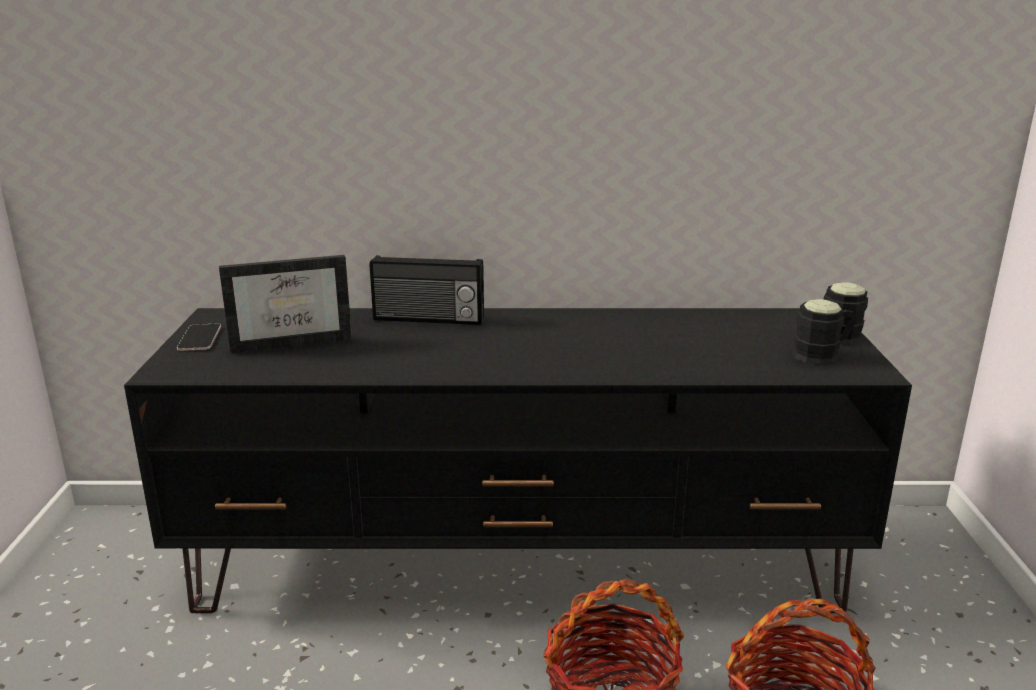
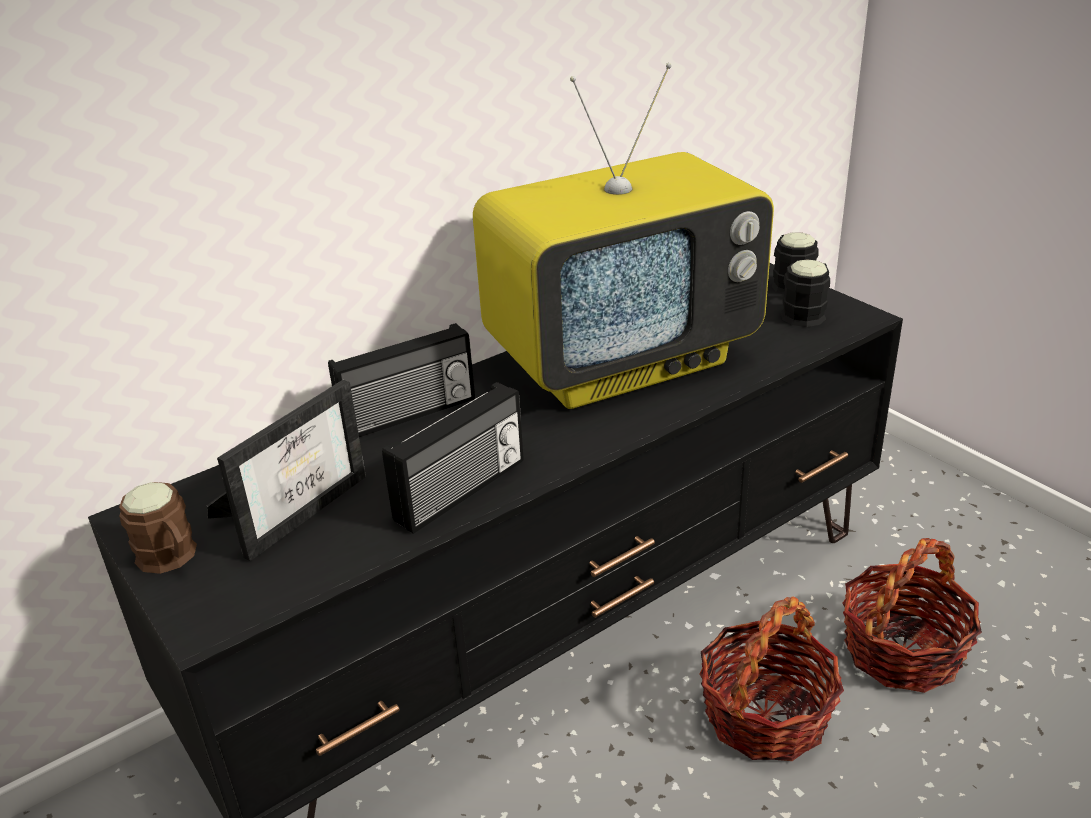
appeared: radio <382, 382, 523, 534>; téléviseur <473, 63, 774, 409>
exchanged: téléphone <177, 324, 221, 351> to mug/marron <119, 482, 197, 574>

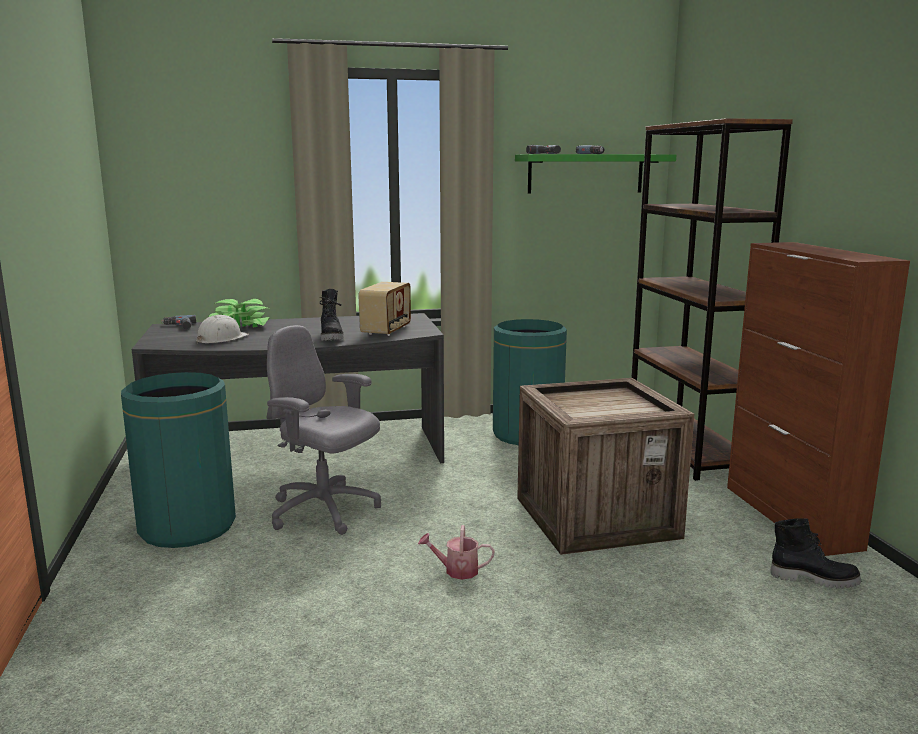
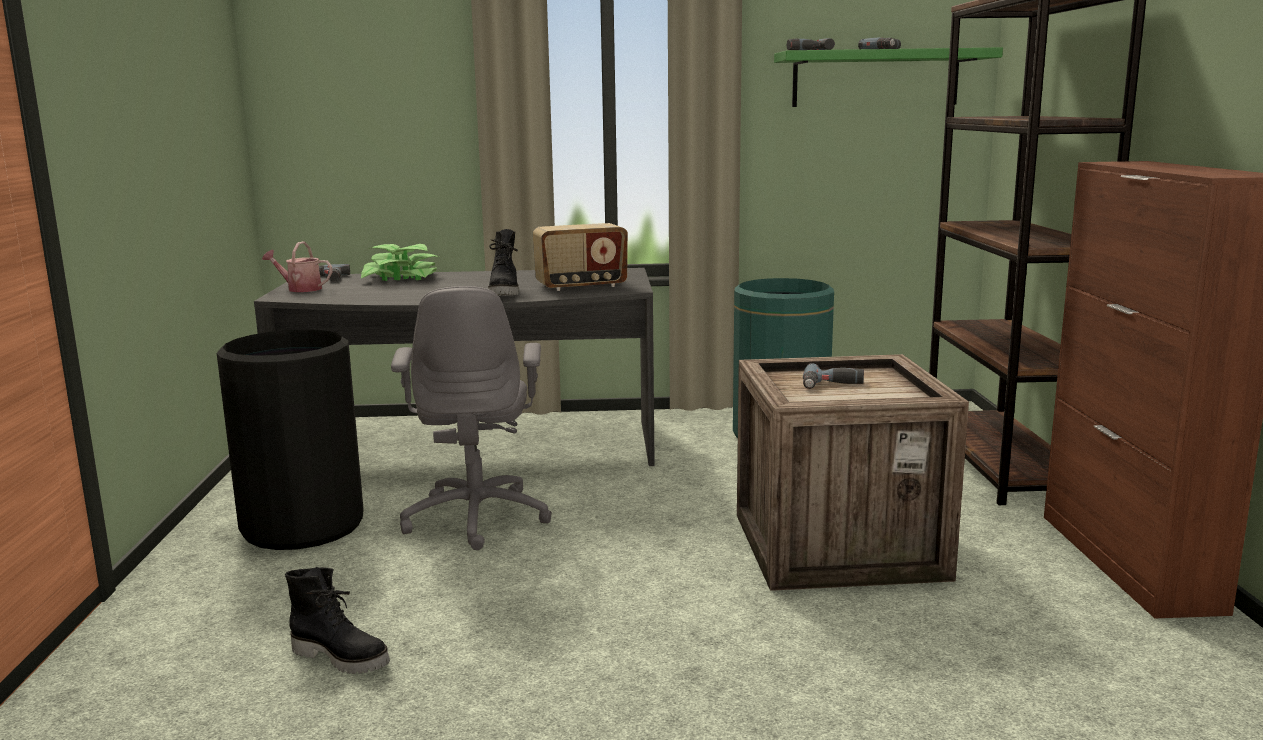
missing: casque de chantier/blanc <196, 315, 249, 344>
appeared: perceuse <803, 363, 864, 389>
relocated: arrosoir <418, 525, 495, 580> to <262, 241, 332, 292>; botte/noir <770, 518, 861, 589> to <285, 567, 390, 674>
colour: poubelle/vert <121, 372, 236, 548> to poubelle/noir <217, 330, 364, 550>
spun: chaise de bureau/gris <266, 325, 381, 535> = <391, 286, 552, 550> 135 degrees counterclockwise; radio <358, 282, 411, 336> = <533, 223, 628, 291> 45 degrees clockwise

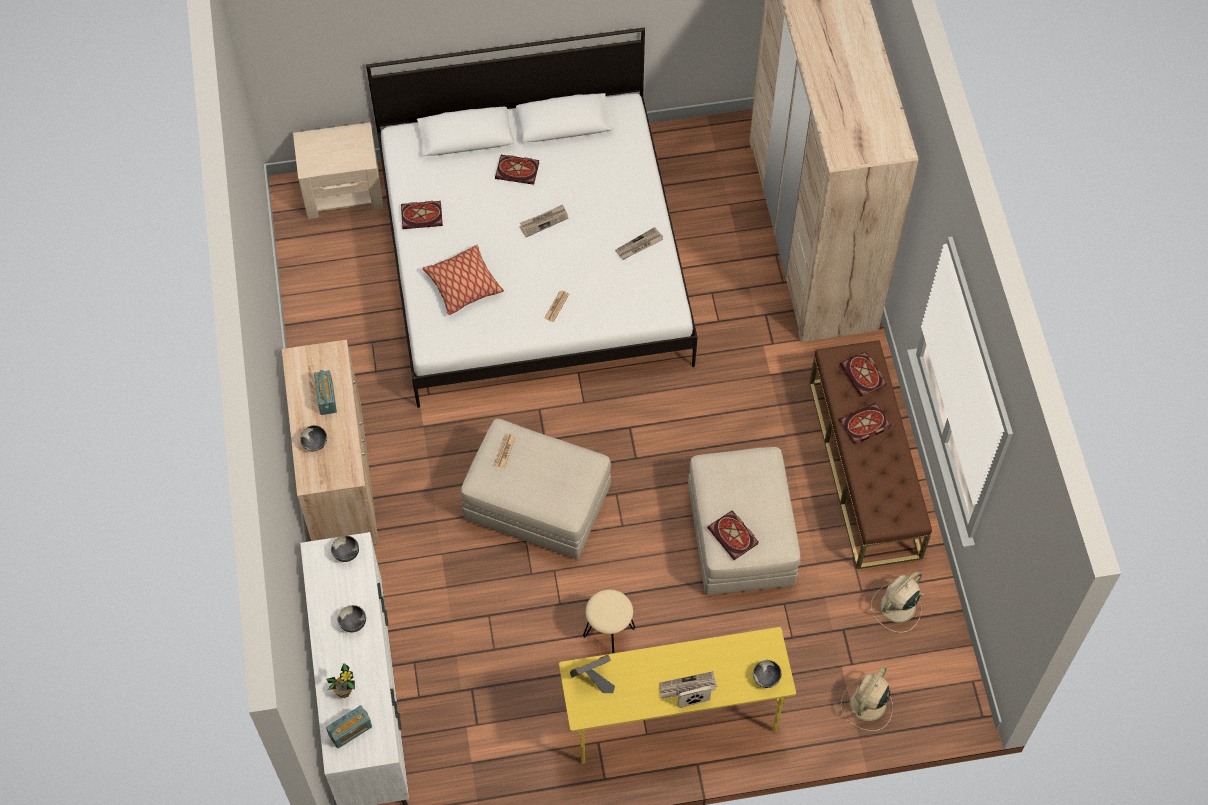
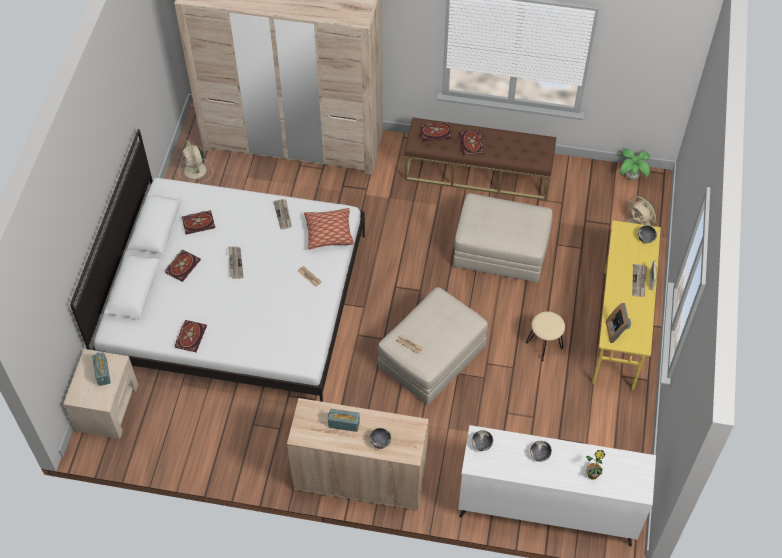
appeared: plante en pot <620, 149, 650, 180>
relocated: radio <326, 705, 372, 748> to <92, 352, 111, 386>; ventilateur/beige <871, 571, 924, 633> to <179, 140, 213, 184>; livre <707, 510, 758, 560> to <182, 210, 215, 235>; coussin <422, 245, 504, 315> to <304, 208, 354, 250>

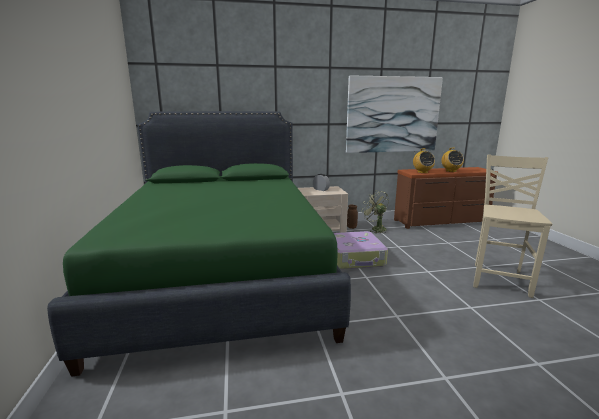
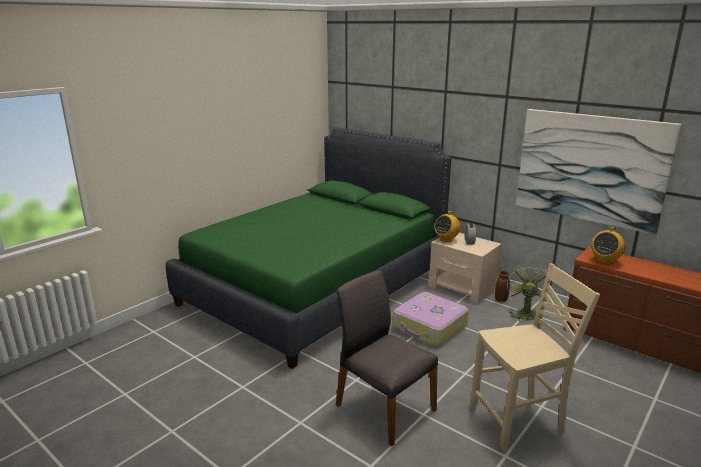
appeared: chaise/gris <336, 271, 438, 446>
relocated: radio <442, 147, 464, 172> to <434, 211, 460, 242>

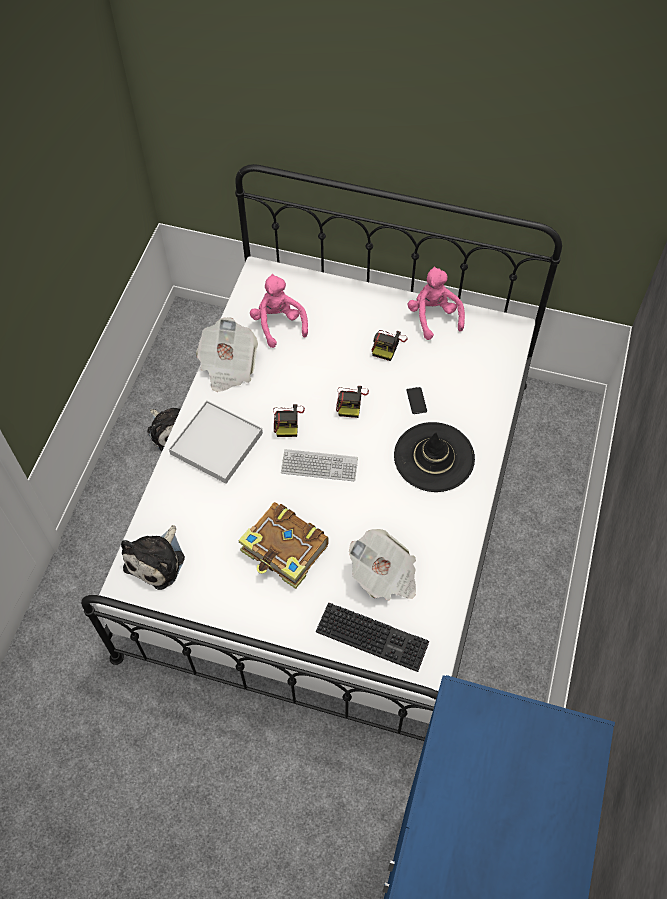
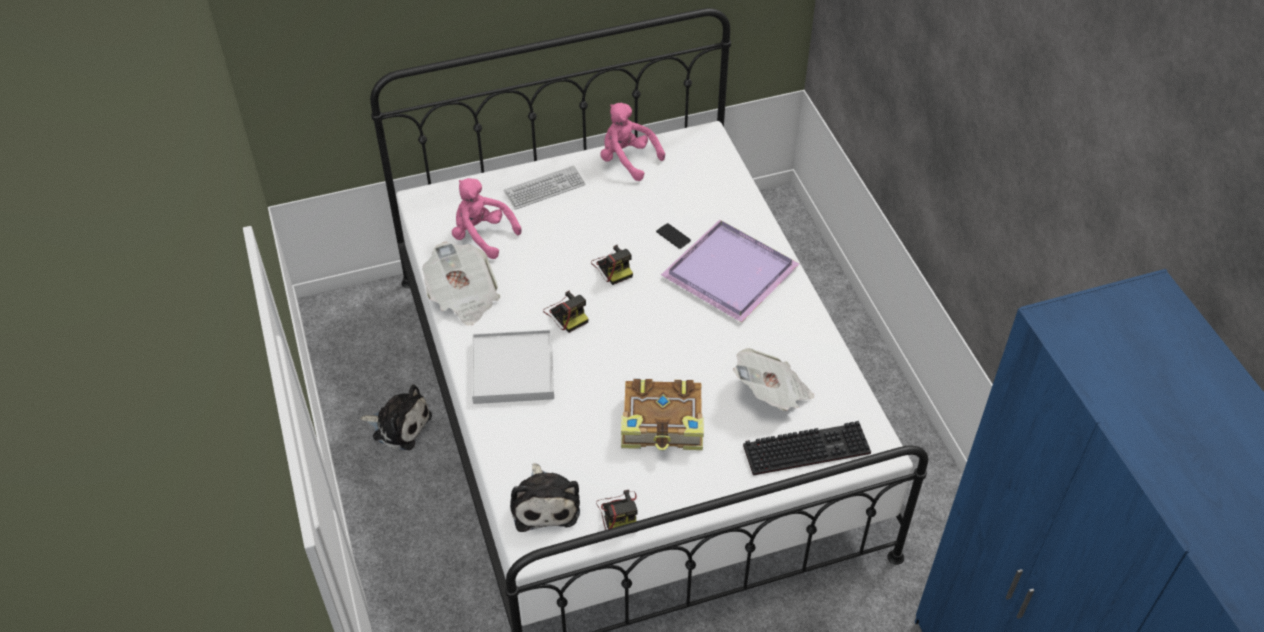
relocated: clavier <281, 449, 358, 481> to <504, 165, 586, 210>; appareil photo <372, 330, 408, 361> to <596, 490, 638, 533>
exchanged: chapeau/noir <394, 422, 475, 492> to plateau/violet <661, 220, 800, 322>

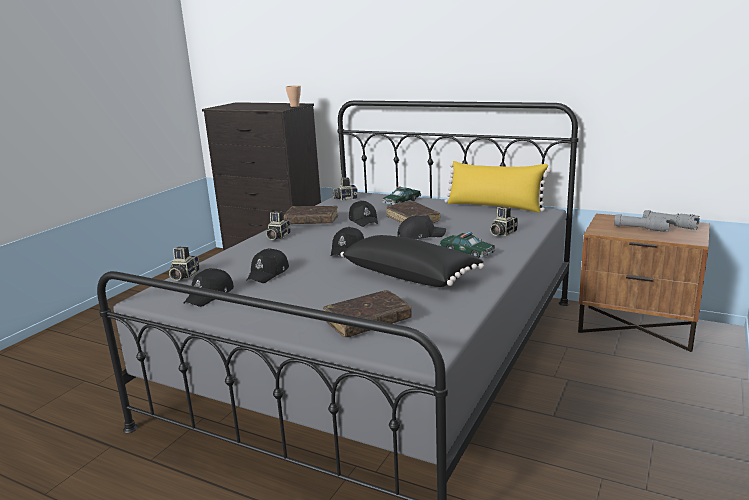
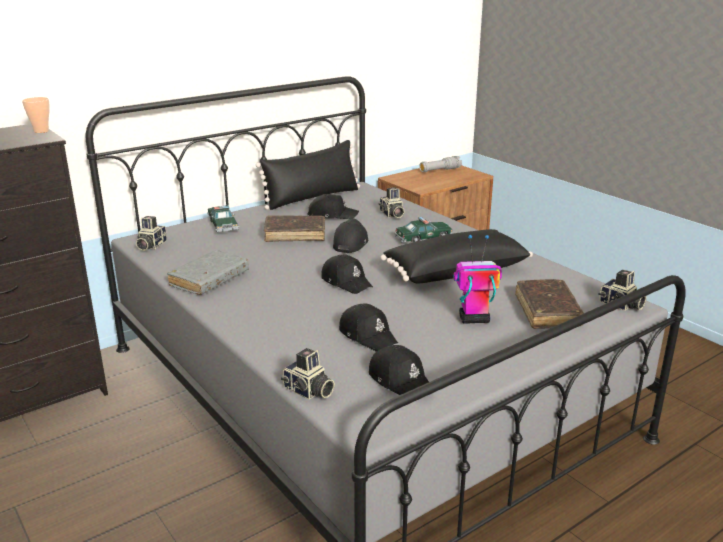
missing: lampe de poche/gris <614, 214, 670, 232>
appeared: robot jouet <453, 235, 502, 323>
relocated: casquette/noir <349, 200, 378, 227> to <307, 194, 359, 219>; appareil photo <266, 212, 291, 240> to <598, 270, 646, 311>
colour: livre/marron <284, 206, 339, 224> to livre/gris <167, 250, 249, 295>; coussin/jaune <445, 161, 551, 213> to coussin/noir <256, 140, 360, 210>

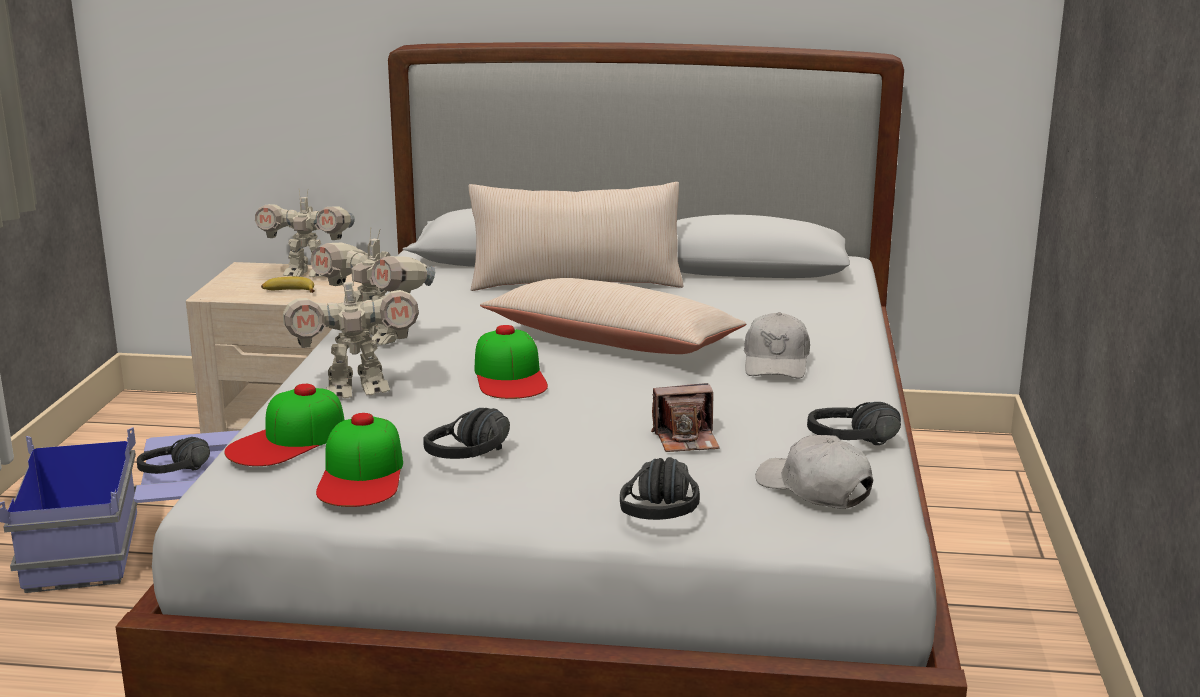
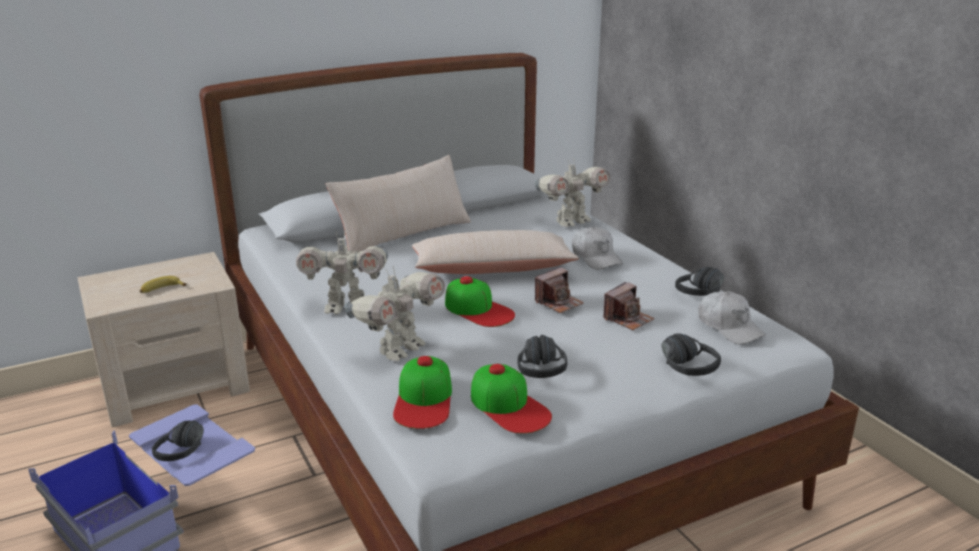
appeared: appareil photo <535, 267, 584, 313>
relocated: robot jouet <255, 190, 355, 277> to <535, 160, 610, 227>
spun: casquette/blanc <755, 435, 873, 509> = <698, 292, 766, 344> 135 degrees counterclockwise

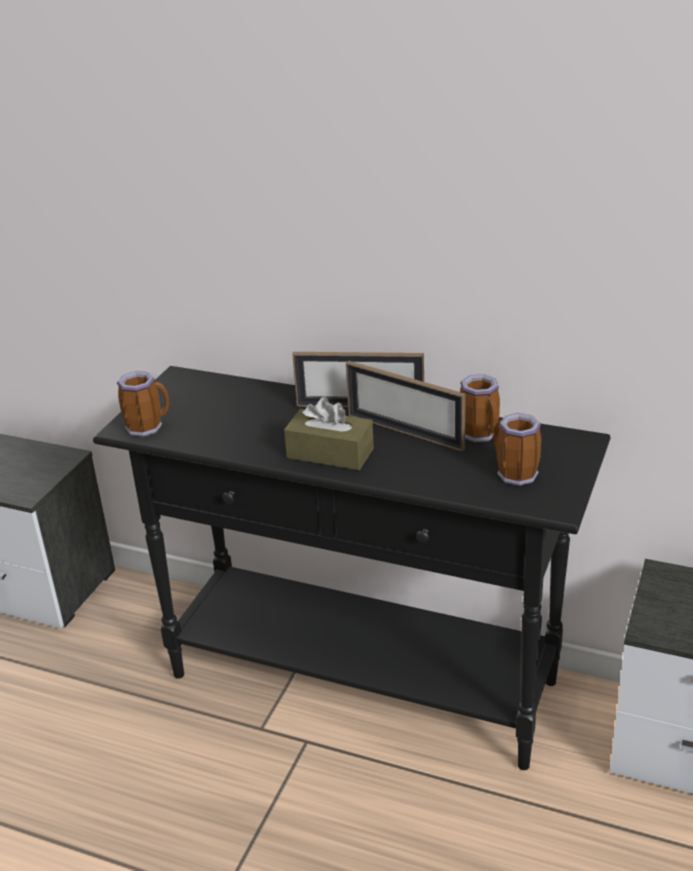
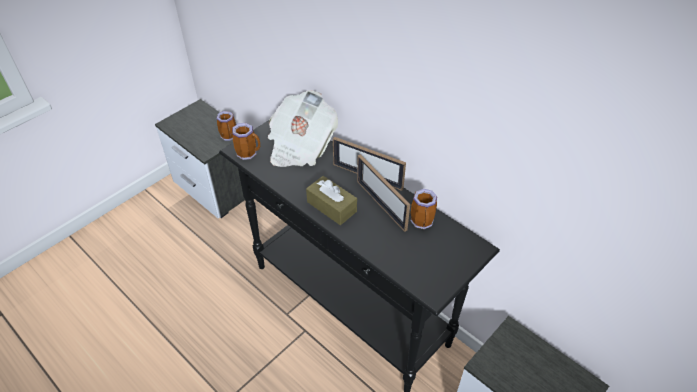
appeared: journal <268, 90, 338, 167>
relocated: mug <493, 413, 541, 486> to <216, 111, 236, 141>

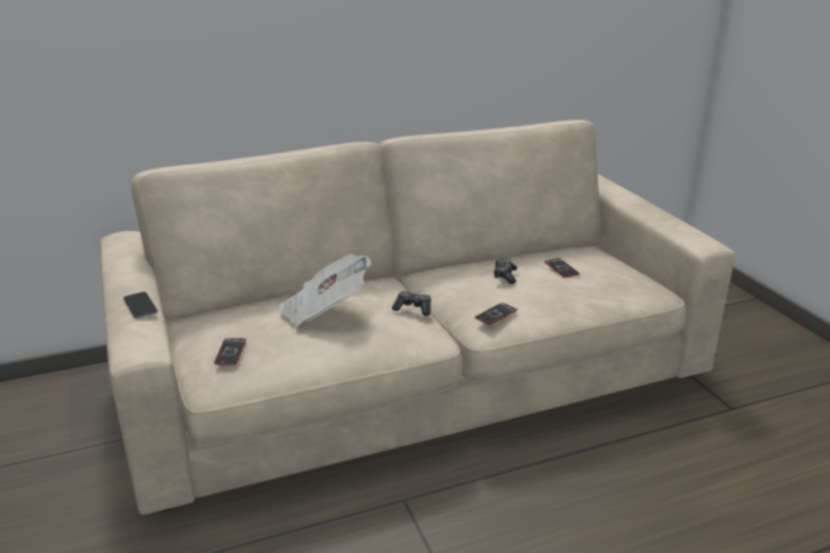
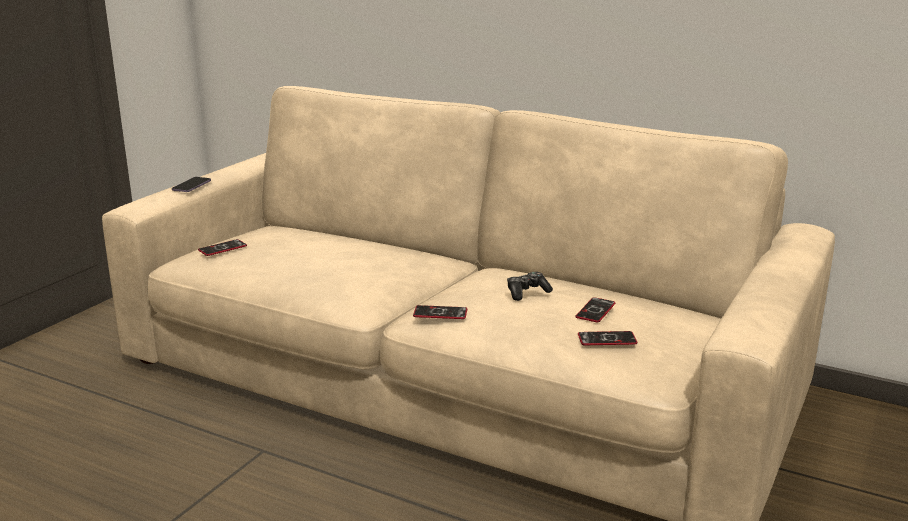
missing: journal <278, 254, 372, 326>; manette <392, 291, 431, 316>
appeared: téléphone <578, 331, 637, 345>

